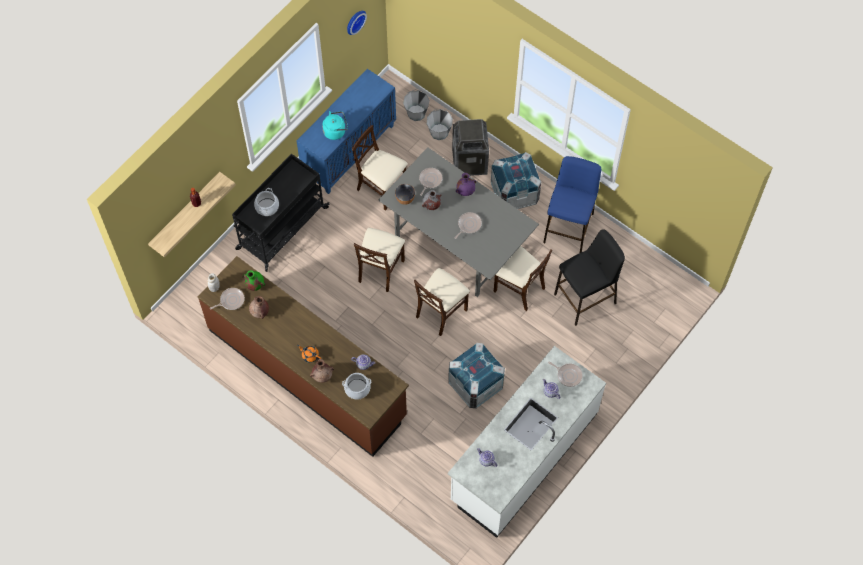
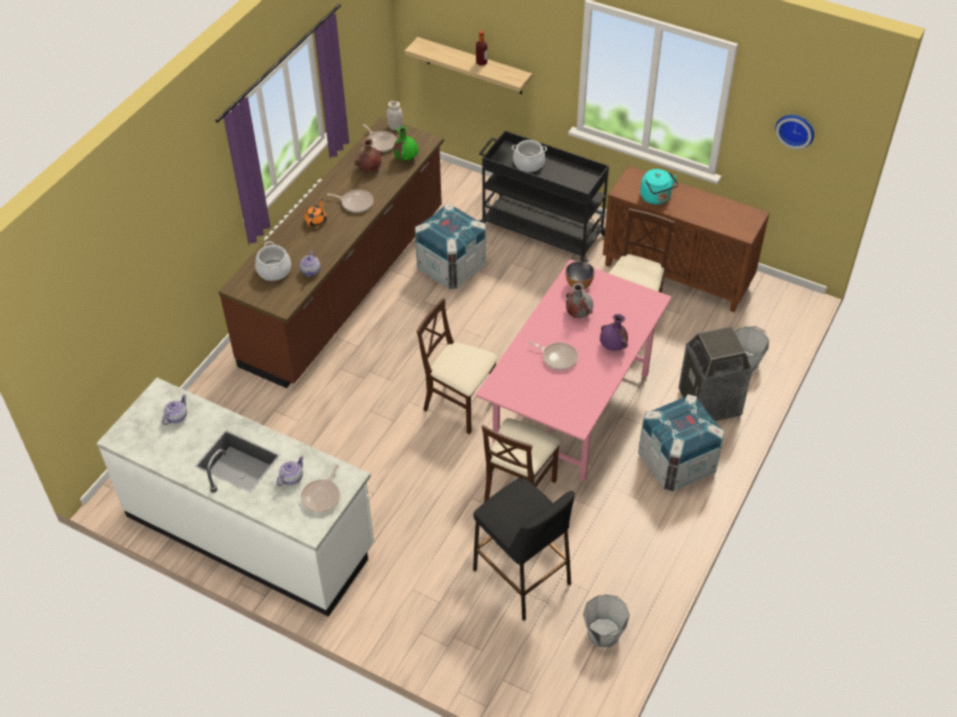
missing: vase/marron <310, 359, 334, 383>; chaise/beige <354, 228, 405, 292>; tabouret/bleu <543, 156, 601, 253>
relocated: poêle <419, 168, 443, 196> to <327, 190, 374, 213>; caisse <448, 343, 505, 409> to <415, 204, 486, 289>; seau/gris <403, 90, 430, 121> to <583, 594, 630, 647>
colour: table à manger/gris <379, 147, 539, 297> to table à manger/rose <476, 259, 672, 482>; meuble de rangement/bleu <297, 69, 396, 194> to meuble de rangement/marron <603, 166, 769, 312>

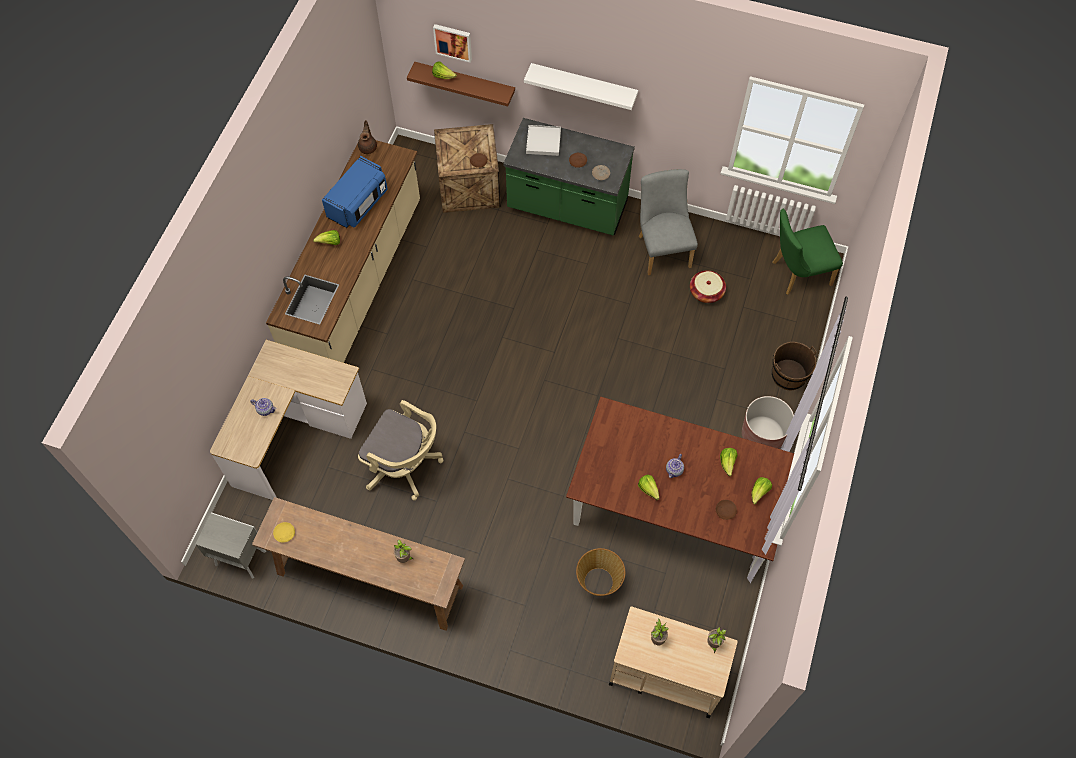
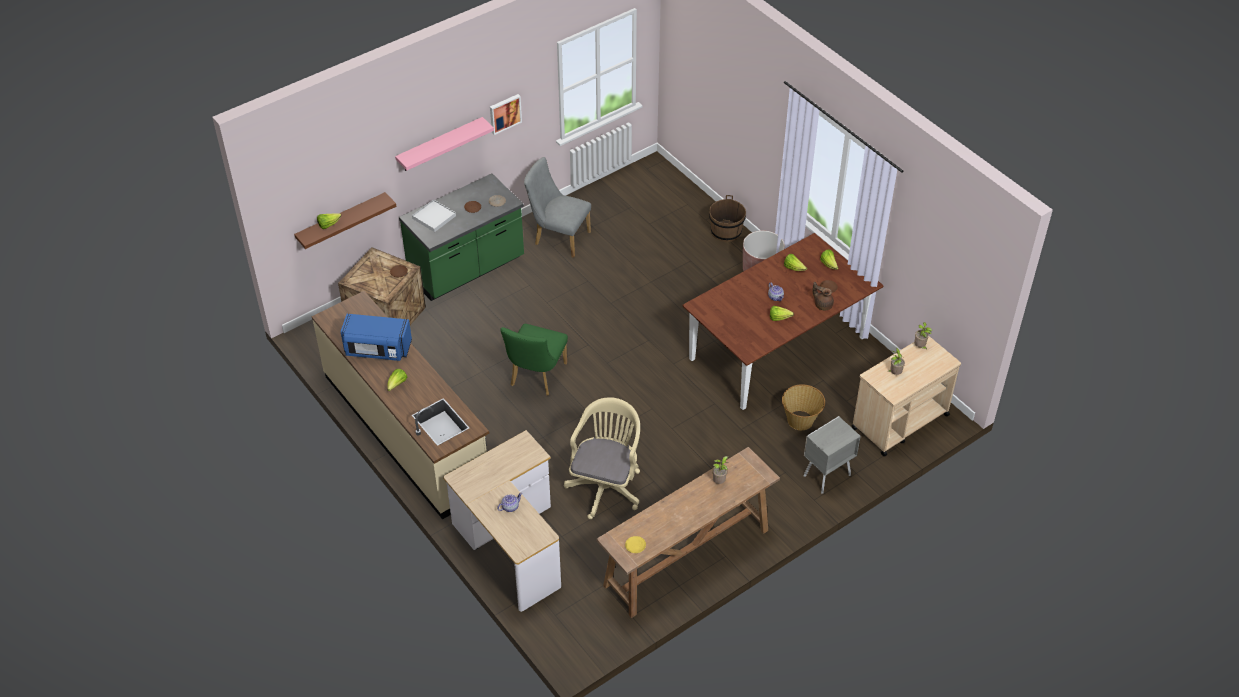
missing: panier <690, 271, 726, 303>
relocated: tableau <433, 24, 472, 63> to <490, 94, 522, 135>; chaise/vert <773, 209, 843, 295> to <500, 324, 568, 396>; table de chevet/gris <195, 512, 266, 579> to <804, 416, 861, 494>; théière/marron <358, 120, 377, 154> to <812, 281, 834, 311>
colour: étagère/blanc <524, 63, 638, 110> to étagère/rose <395, 117, 494, 171>
spun: micro-ondes/bleu <322, 156, 388, 228> = <340, 314, 412, 361> 120 degrees clockwise; chaise de bureau/beige <358, 400, 443, 500> = <564, 397, 640, 519> 45 degrees counterclockwise

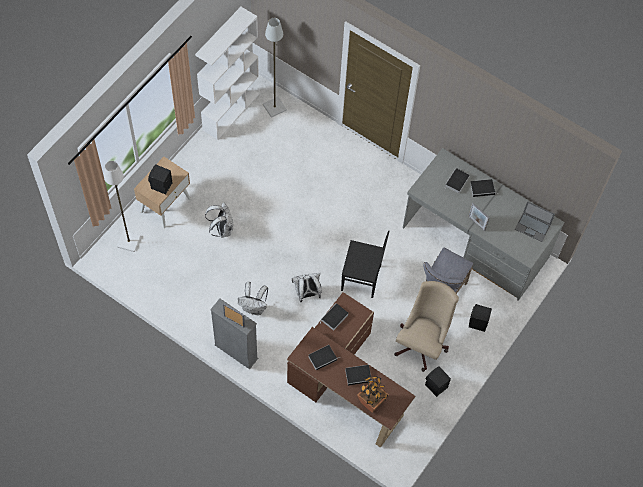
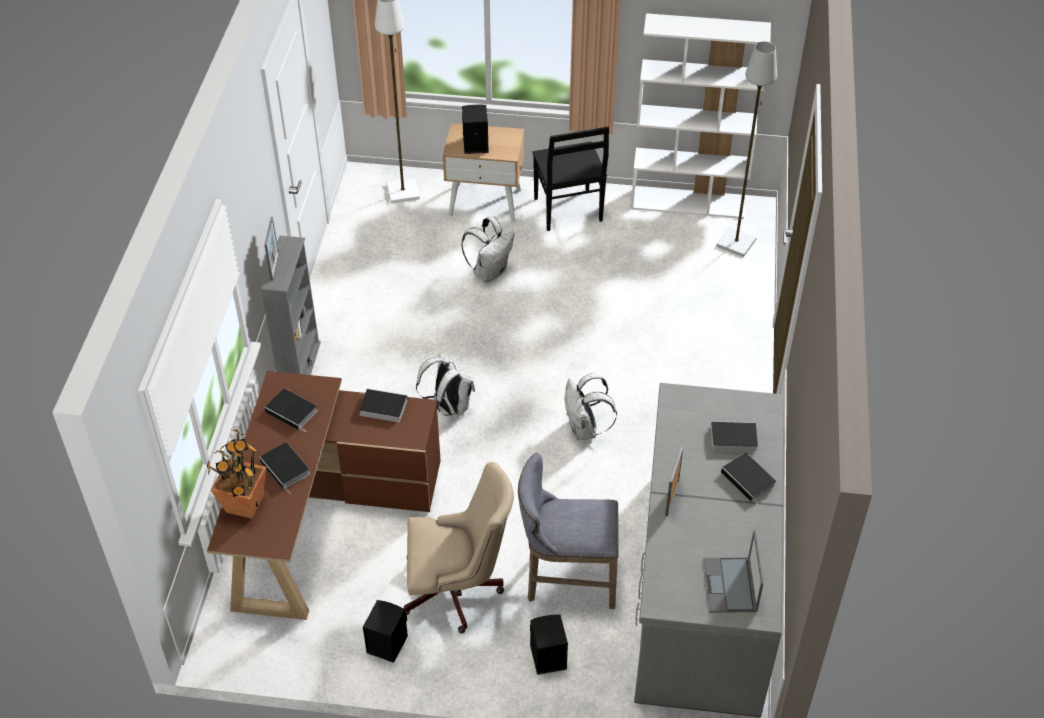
relocated: chaise/noir <341, 230, 389, 298> to <533, 127, 609, 231>; sac à dos/blanc <238, 282, 268, 315> to <565, 373, 617, 440>

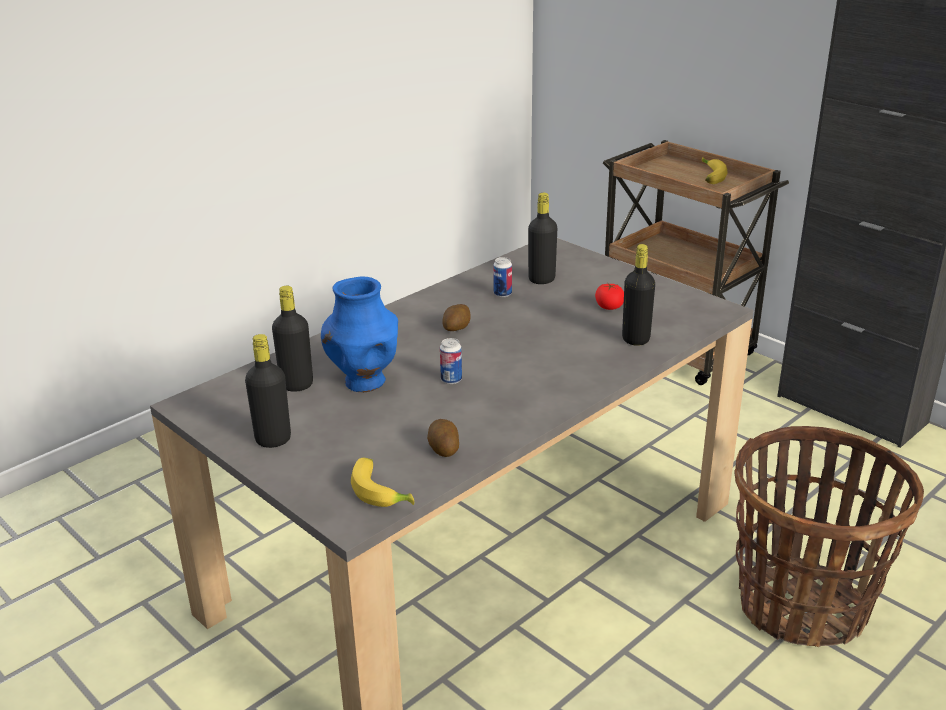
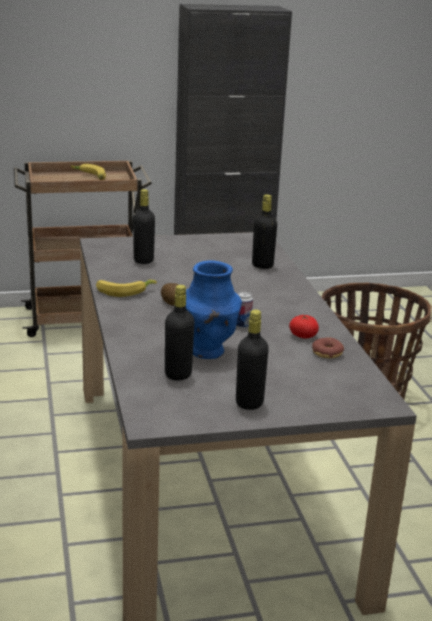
missing: boîte métallique <493, 257, 512, 297>
relocated: banane <351, 458, 414, 507> to <96, 280, 157, 297>; tomate <595, 283, 624, 310> to <289, 315, 319, 338>
exchanged: pomme de terre <427, 419, 459, 457> to beignet <312, 337, 344, 358>

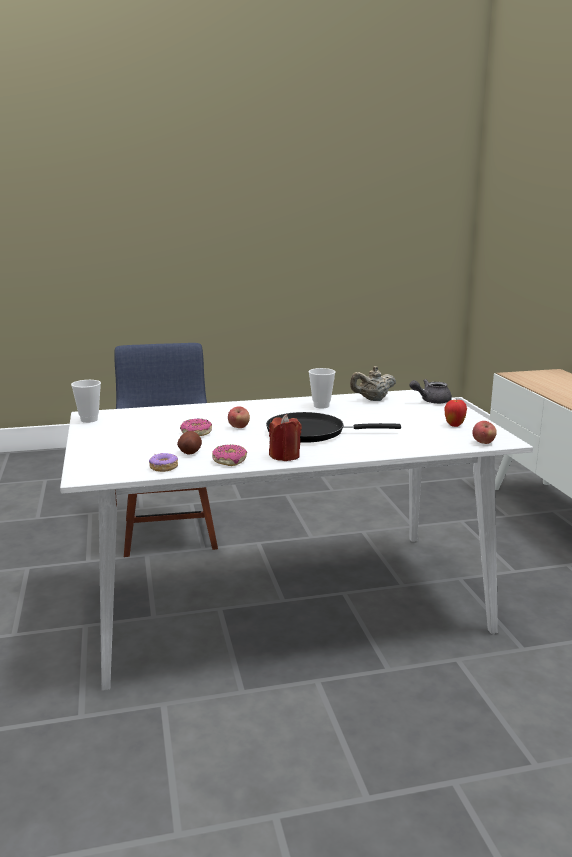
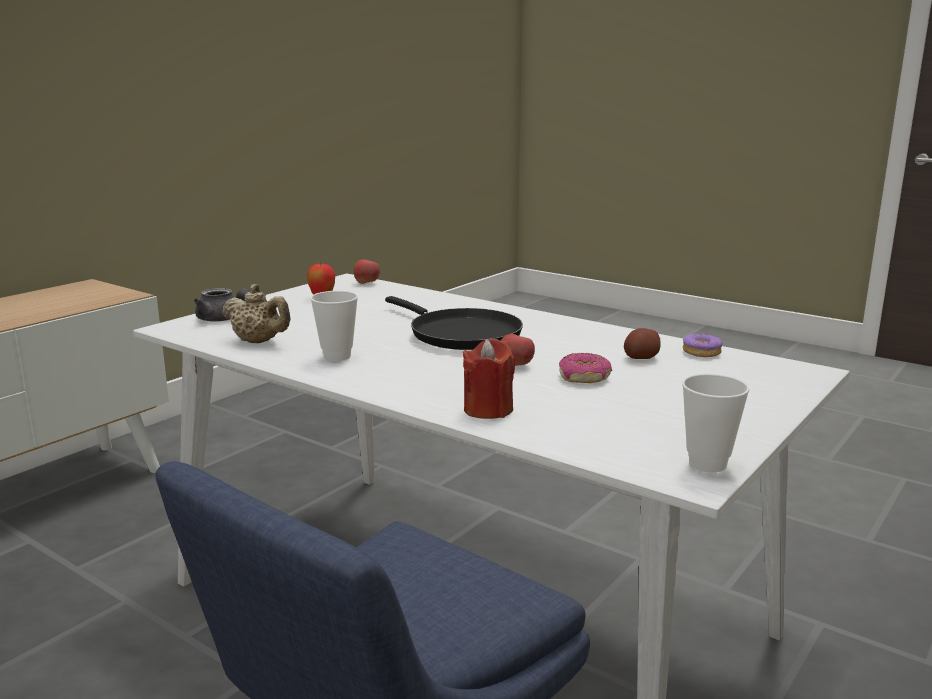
missing: beignet <212, 444, 247, 466>
relocated: bougie/rouge <269, 414, 302, 461> to <463, 339, 515, 419>

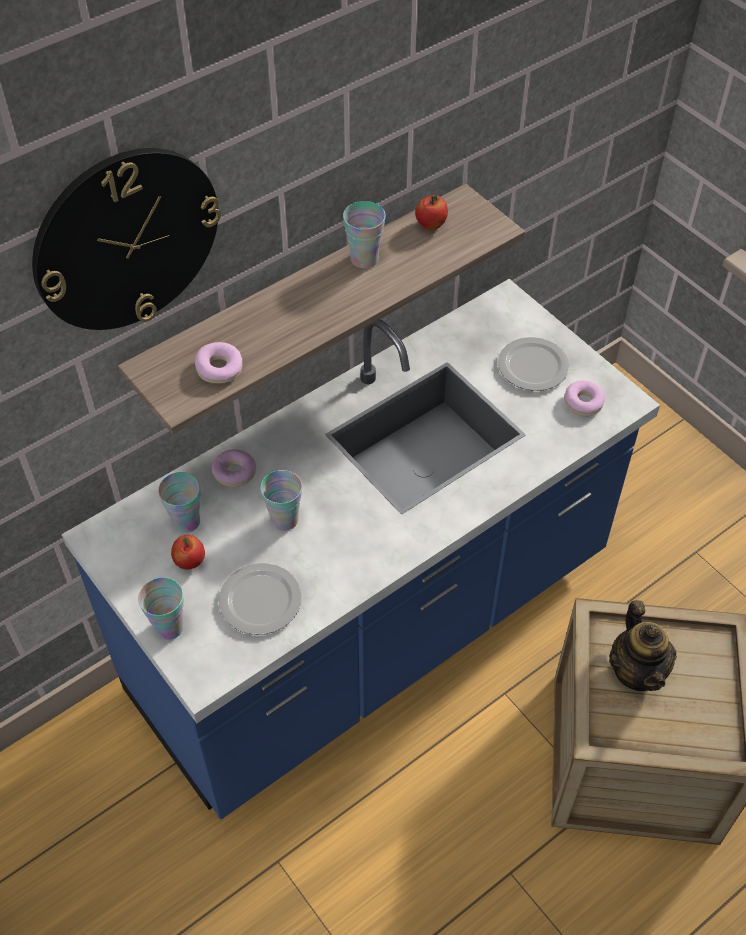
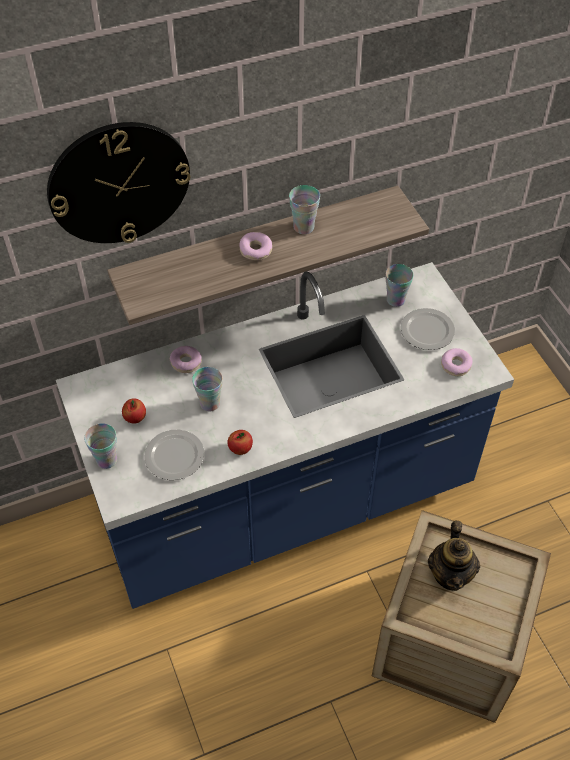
relocated: pomme <415, 195, 448, 230> to <227, 430, 253, 455>; beignet <195, 342, 242, 383> to <240, 232, 272, 260>; tasse <158, 472, 201, 533> to <385, 264, 414, 307>

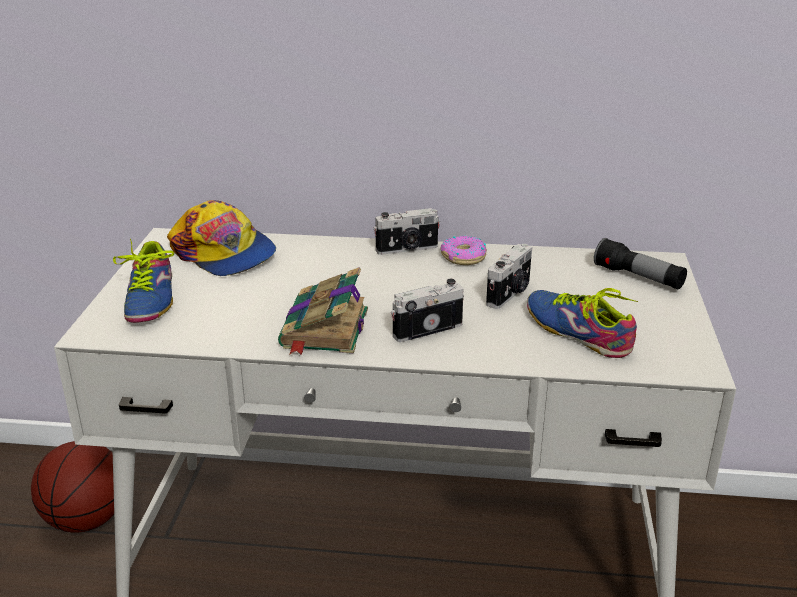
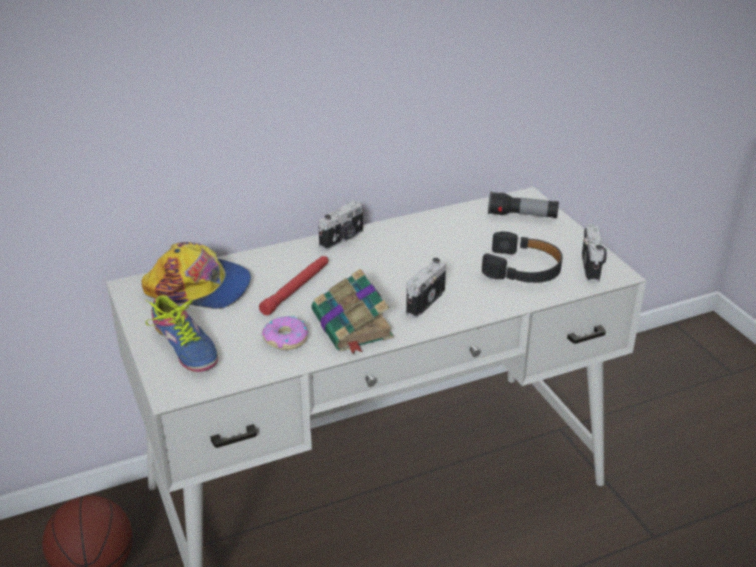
appeared: lampe de poche/rouge <259, 256, 328, 315>
relocated: beignet <441, 236, 487, 265> to <262, 316, 308, 350>; appareil photo <486, 244, 532, 309> to <582, 224, 607, 283>
exchanged: chaussure <527, 288, 638, 358> to casque audio/noir <482, 231, 562, 283>

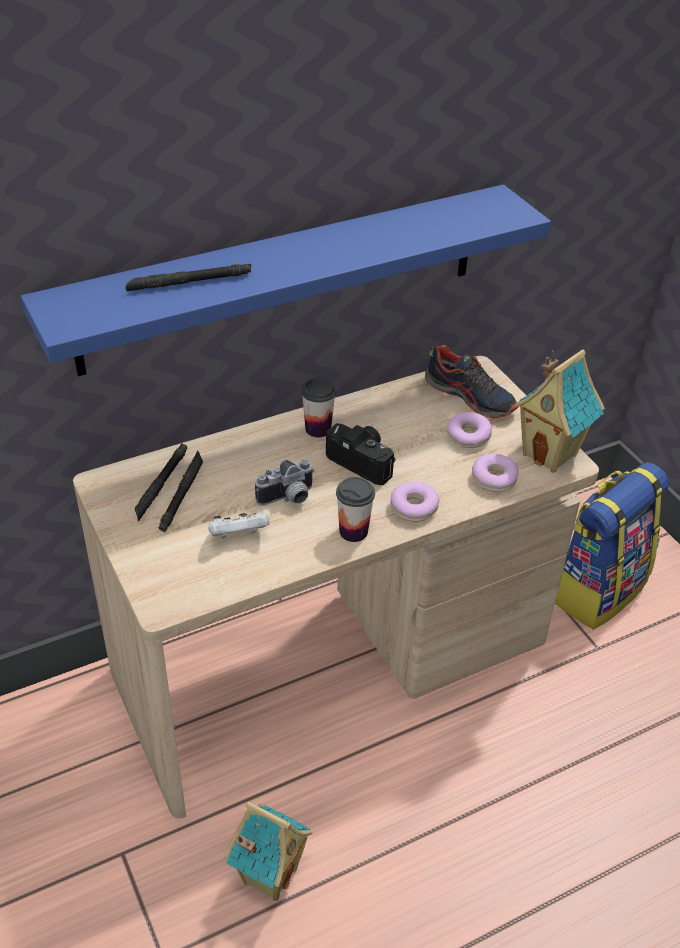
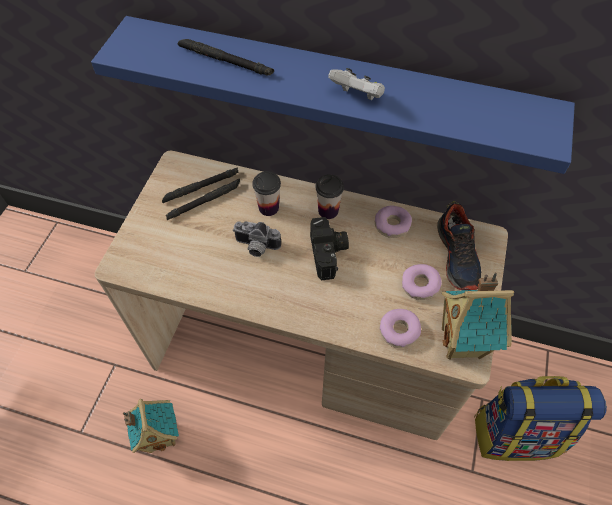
relocated: tasse <336, 477, 375, 542> to <252, 171, 281, 216>; manette/blanc <208, 513, 270, 539> to <328, 68, 385, 100>; beignet <390, 481, 440, 522> to <375, 206, 412, 238>

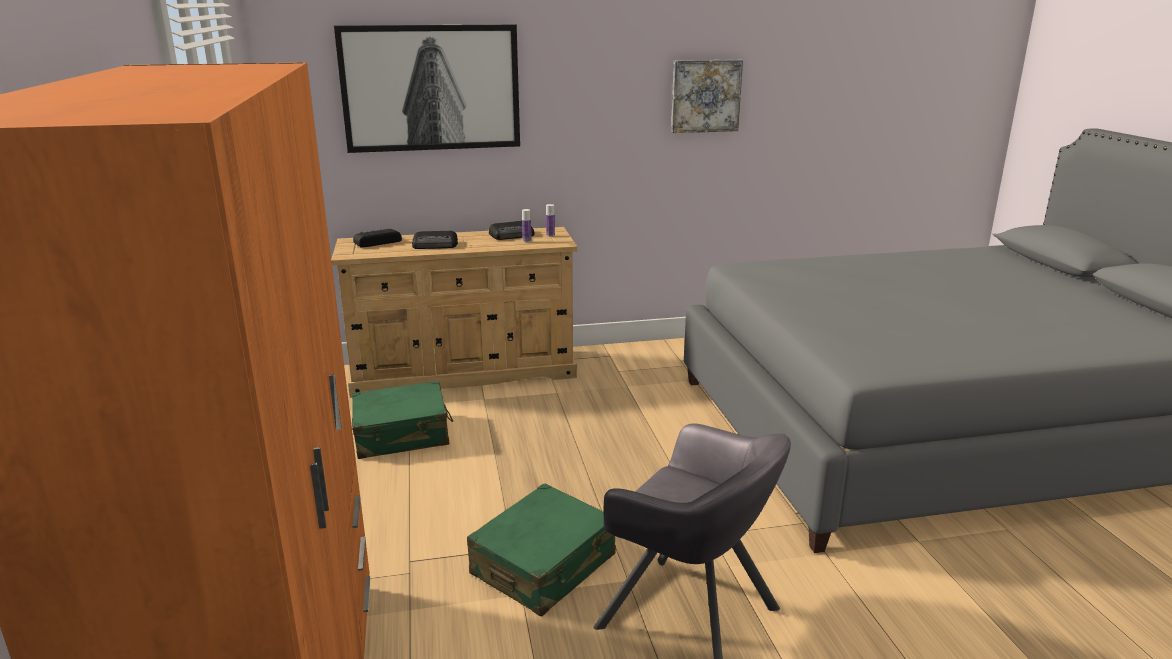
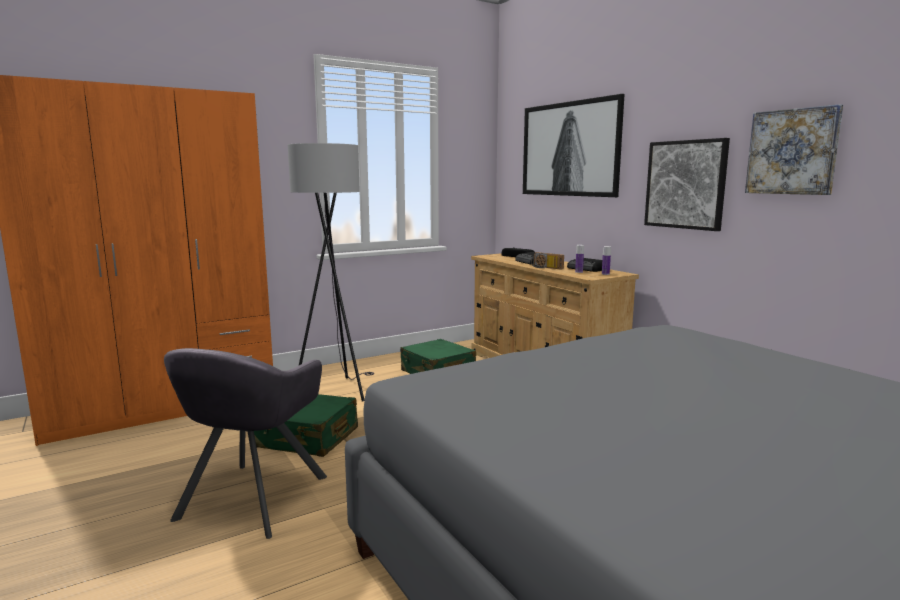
appeared: lampadaire/gris <288, 143, 374, 402>; radio <531, 252, 564, 270>; tableau <644, 138, 730, 231>

